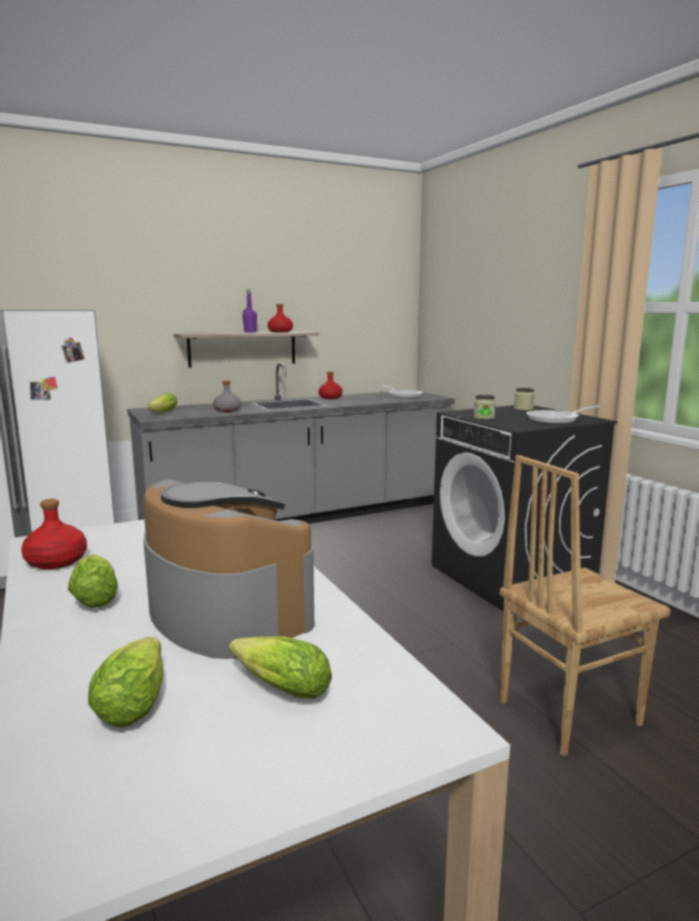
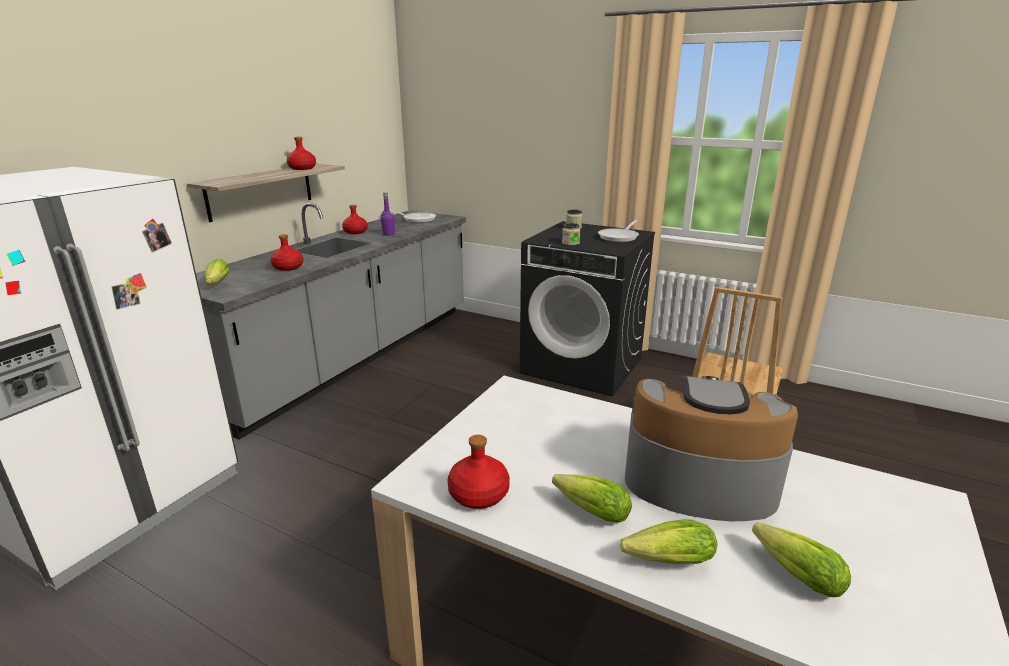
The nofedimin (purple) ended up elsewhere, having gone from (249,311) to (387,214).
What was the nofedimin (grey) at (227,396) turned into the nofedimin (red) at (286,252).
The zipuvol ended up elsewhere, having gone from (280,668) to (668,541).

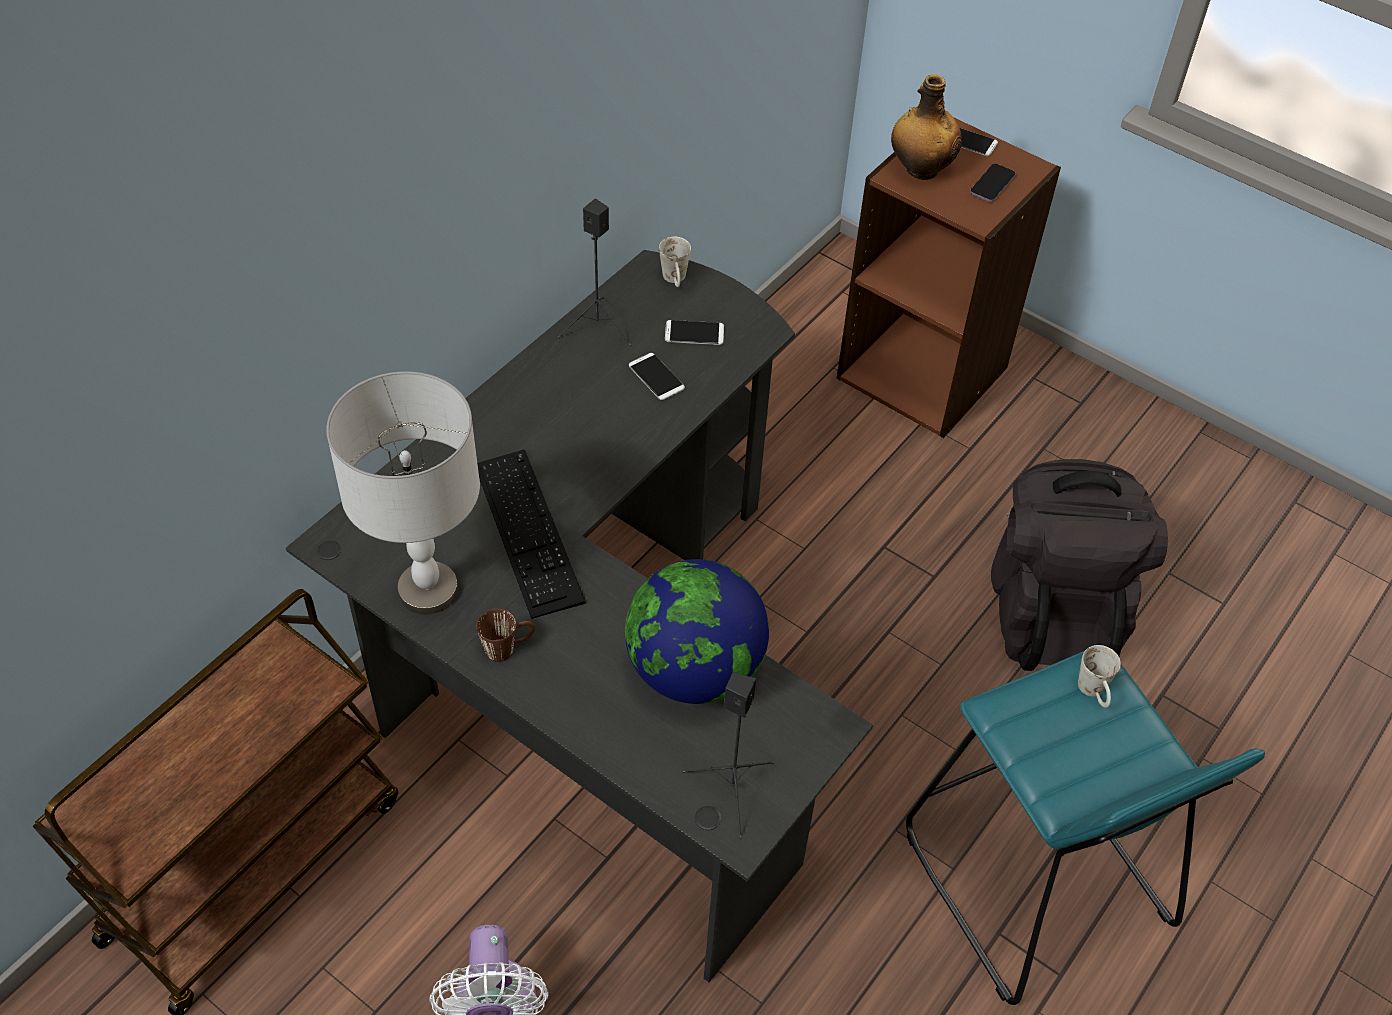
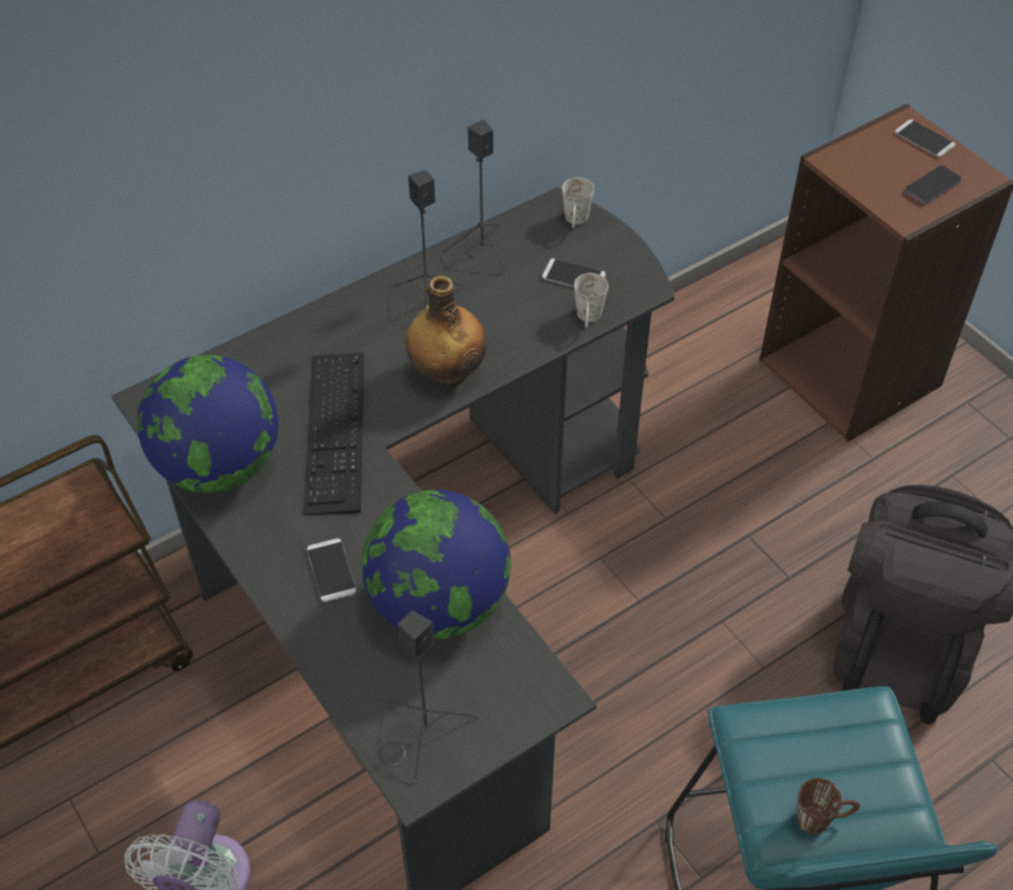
The nofedimin ended up elsewhere, having gone from (926,127) to (446,331).
The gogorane ended up elsewhere, having gone from (657,376) to (331,570).
Where the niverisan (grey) stood at (403,493), the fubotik came to stand at (207,424).
The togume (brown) ended up elsewhere, having gone from (505,635) to (828,806).
The togume (white) ended up elsewhere, having gone from (1099,676) to (591,300).
The second view gained the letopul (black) at (427,238).

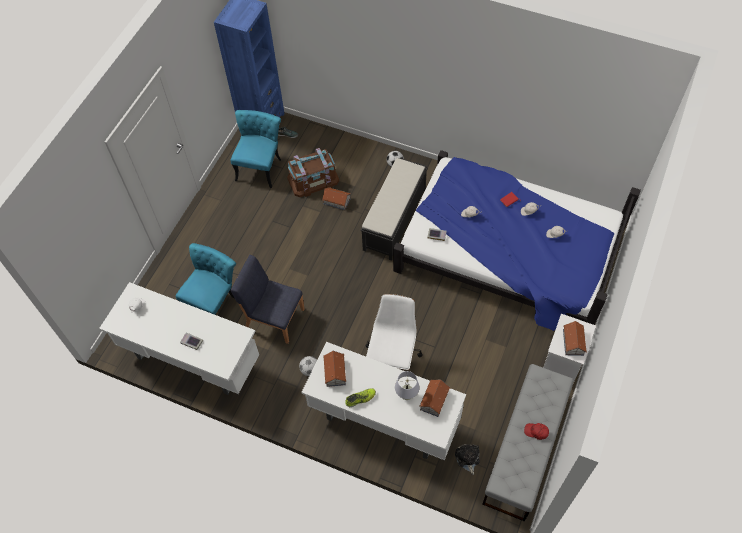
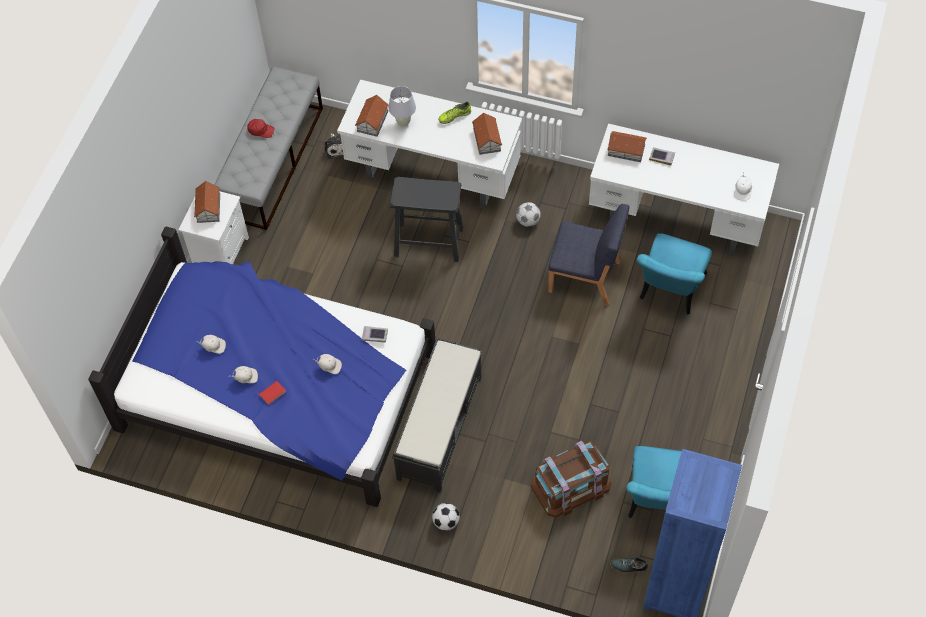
The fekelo ended up elsewhere, having gone from (336,198) to (627,146).
Where the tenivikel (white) stood at (394,332), the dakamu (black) came to stand at (426,219).

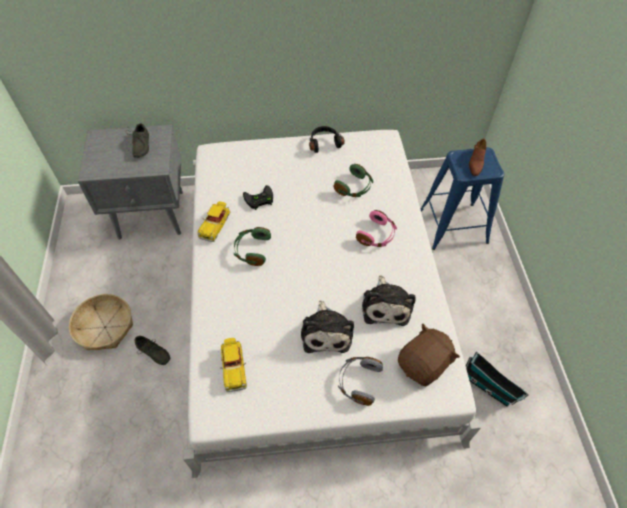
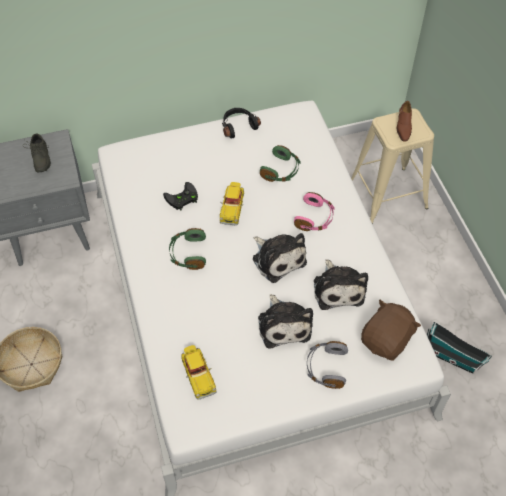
What was the dakamu (blue) at (462,198) turned into the dakamu (beige) at (392,166).
The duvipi ended up elsewhere, having gone from (213,221) to (232,203).
The second view lost the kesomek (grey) at (153,350).
The second view gained the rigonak at (280,258).

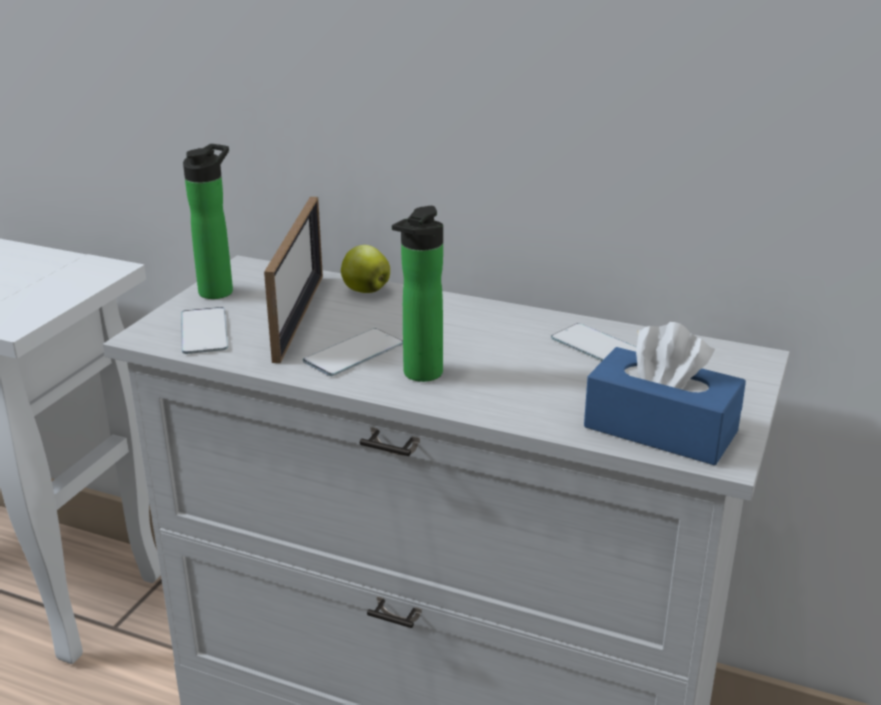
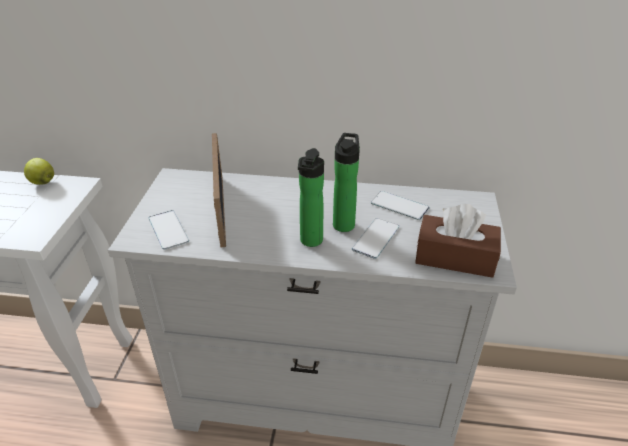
The nofedimin ended up elsewhere, having gone from (208,221) to (346,182).
The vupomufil ended up elsewhere, having gone from (365,269) to (39,171).
What was the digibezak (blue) at (665,393) turned into the digibezak (brown) at (458,241).
The gogorane ended up elsewhere, having gone from (353,352) to (375,238).

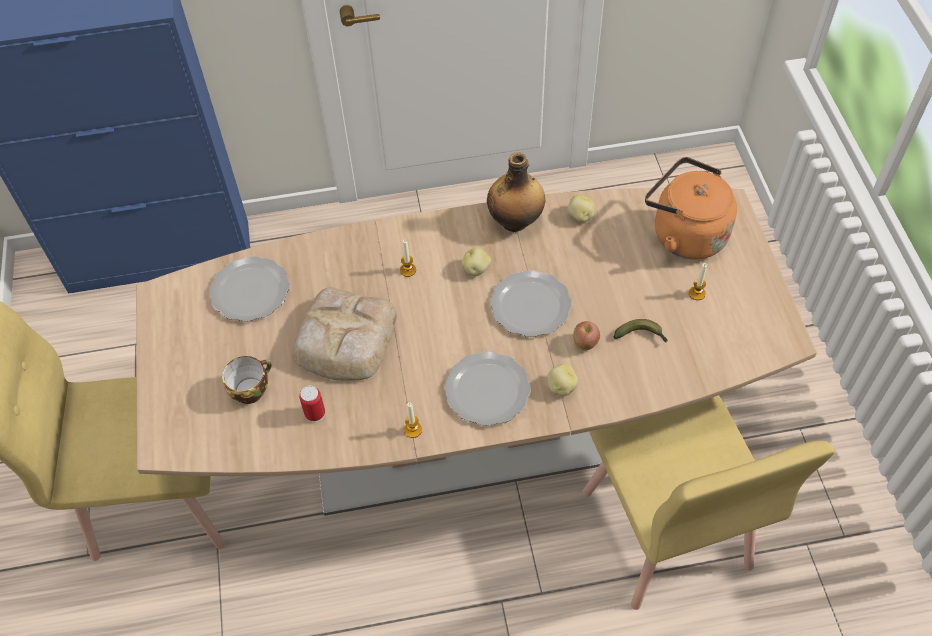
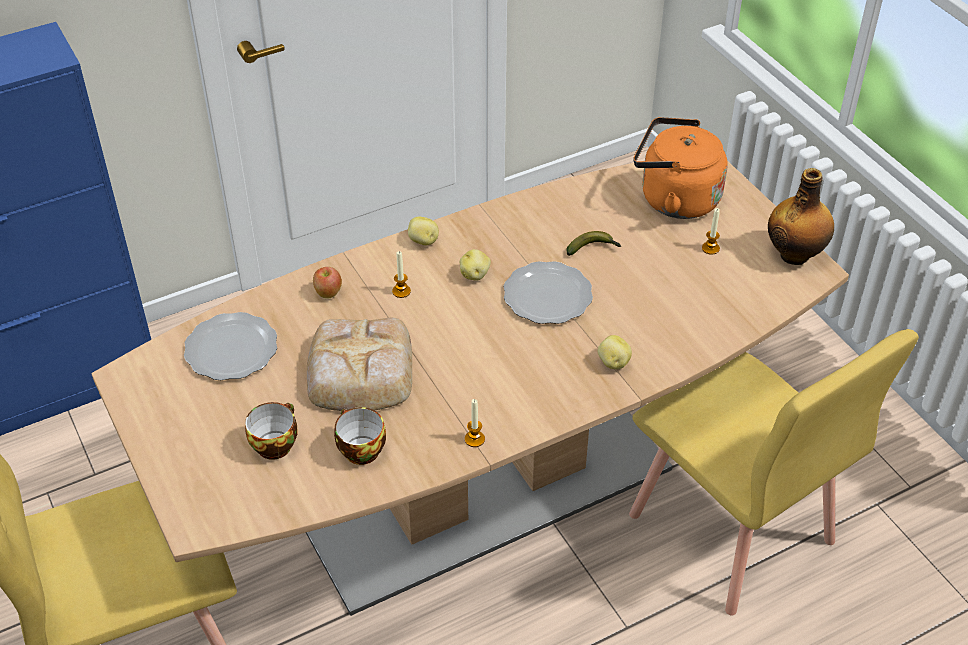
The nofedimin ended up elsewhere, having gone from (516,192) to (801,216).
The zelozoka ended up elsewhere, having gone from (581,208) to (423,230).
The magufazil ended up elsewhere, having gone from (640,330) to (594,243).
The vupomufil ended up elsewhere, having gone from (586,335) to (327,283).
The second view lost the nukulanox at (488,388).
Where the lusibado stood at (312,404), the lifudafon came to stand at (360,436).

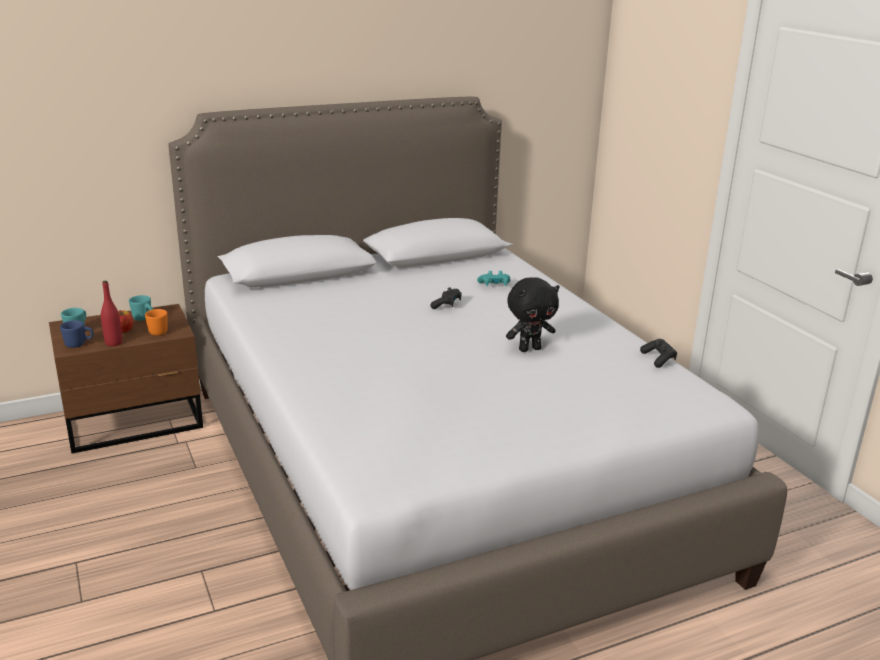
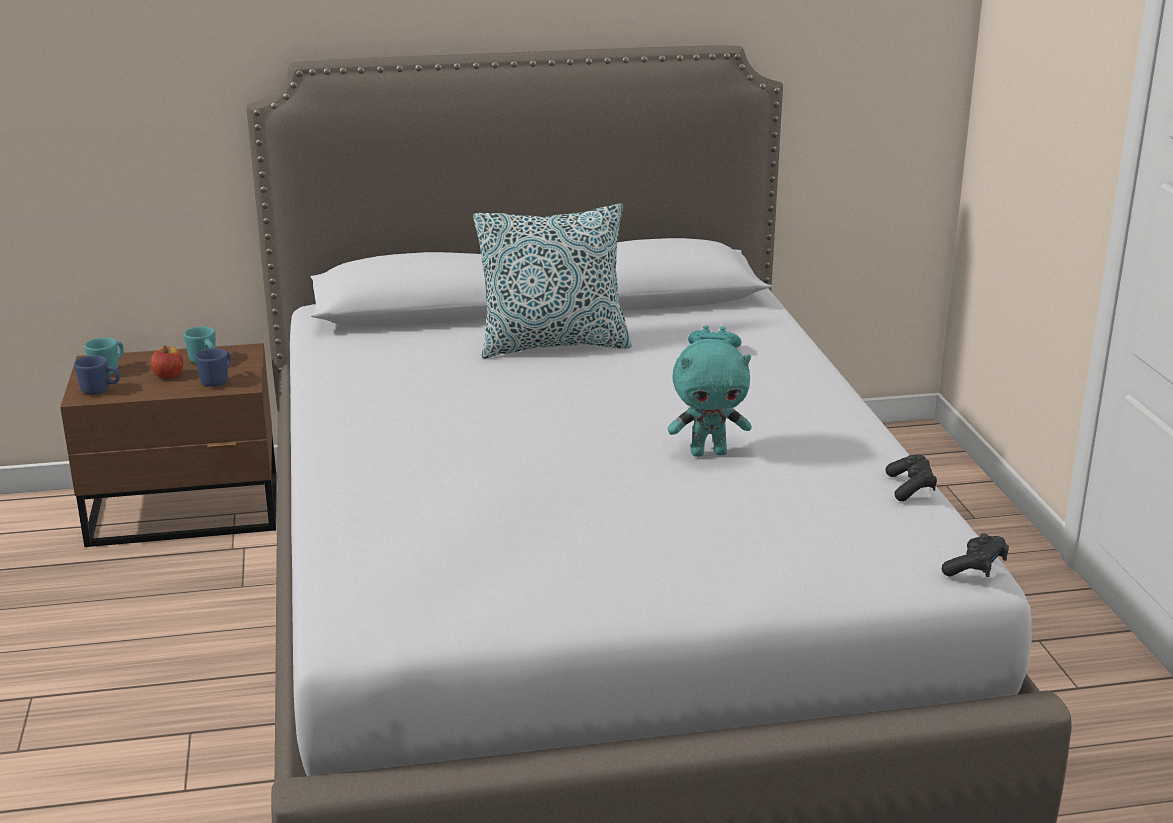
What was the rigonak (black) at (533,314) turned into the rigonak (turquoise) at (710,398).
The second view lost the nofedimin (red) at (111,313).
The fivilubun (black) ended up elsewhere, having gone from (446,298) to (975,555).
What was the togume (orange) at (156,322) turned into the togume (blue) at (213,367).
The second view gained the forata at (552,281).

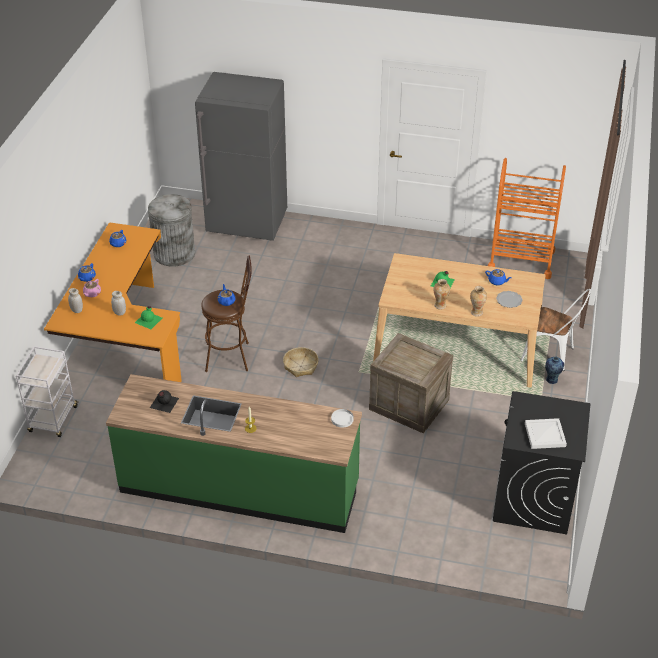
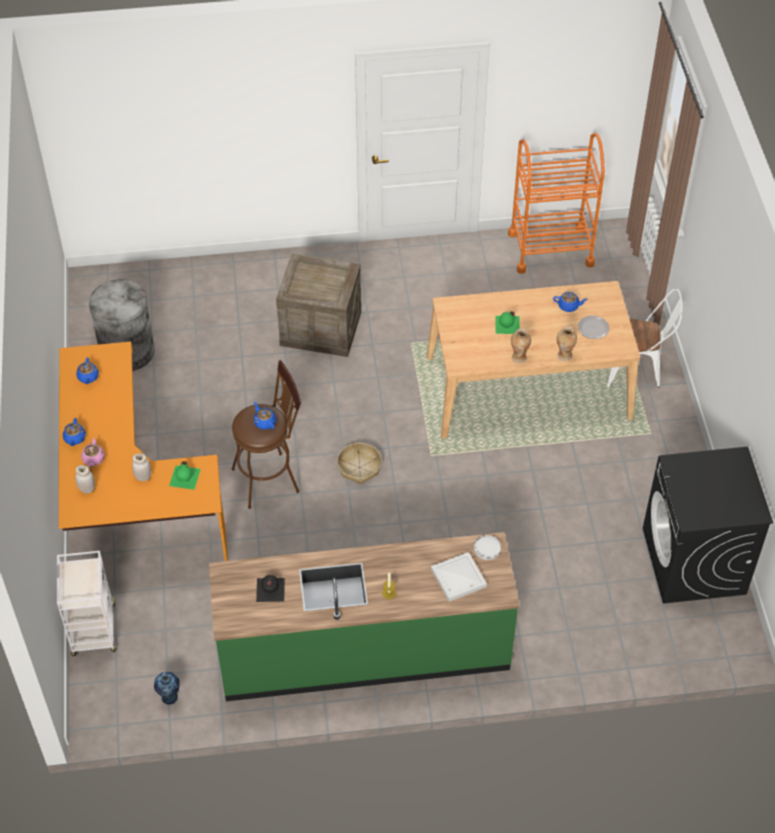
The second view lost the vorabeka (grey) at (241,156).
The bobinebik ended up elsewhere, having gone from (411,383) to (318,305).
The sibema ended up elsewhere, having gone from (554,370) to (167,688).
The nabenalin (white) ended up elsewhere, having gone from (546,433) to (459,577).

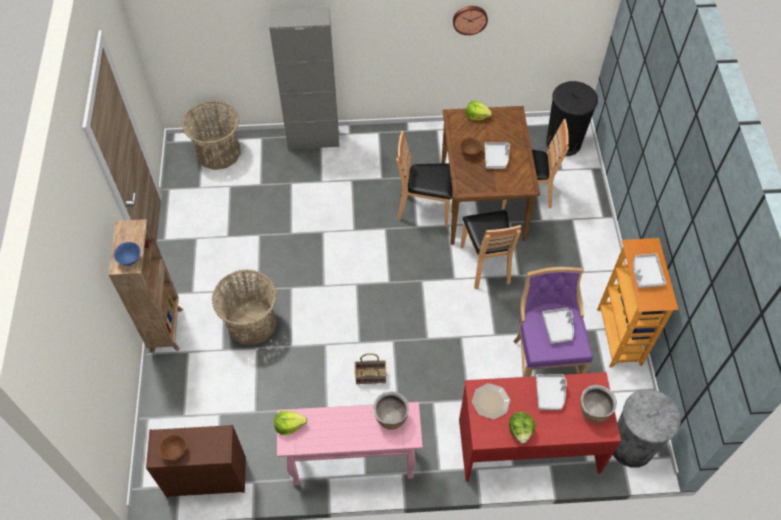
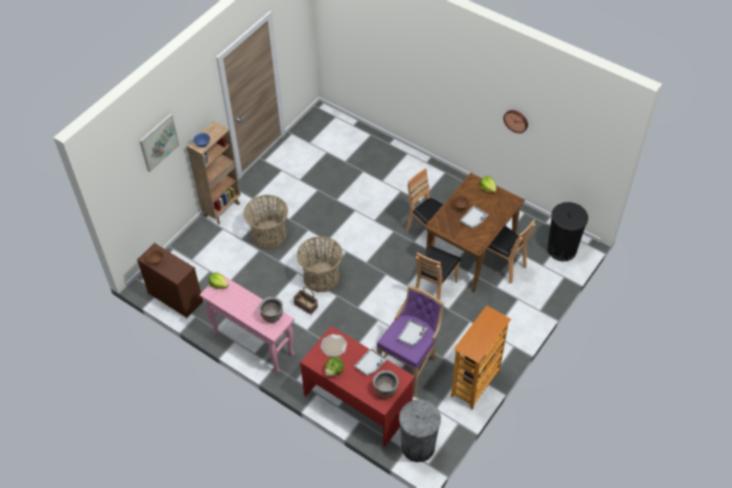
The second view lost the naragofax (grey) at (304,78).
The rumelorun ended up elsewhere, having gone from (211,135) to (320,264).
The second view lost the nabenalin (grey) at (649,270).
The second view gained the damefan at (159,142).

